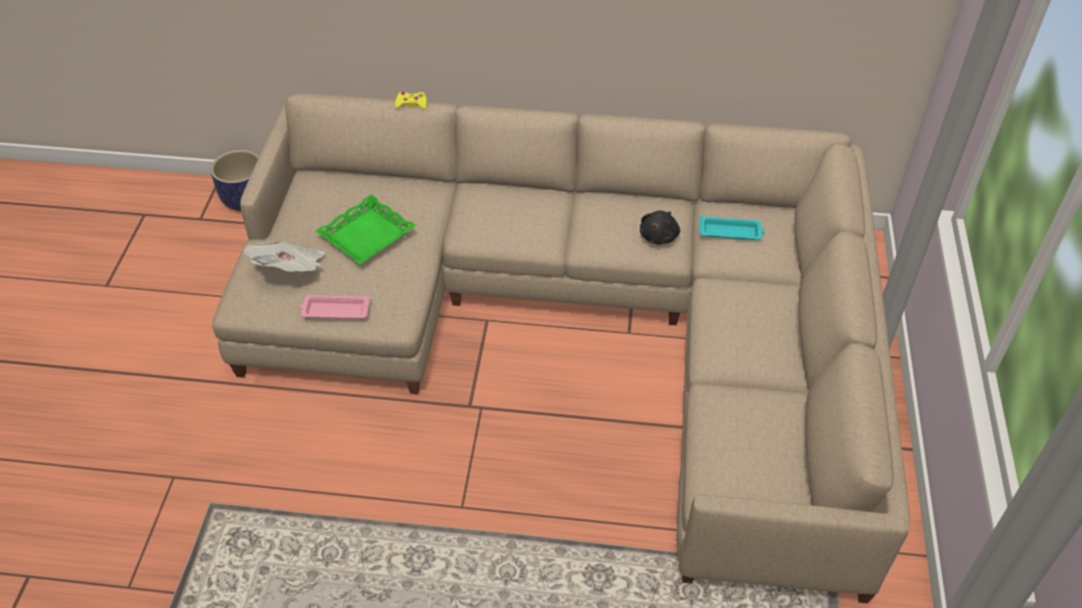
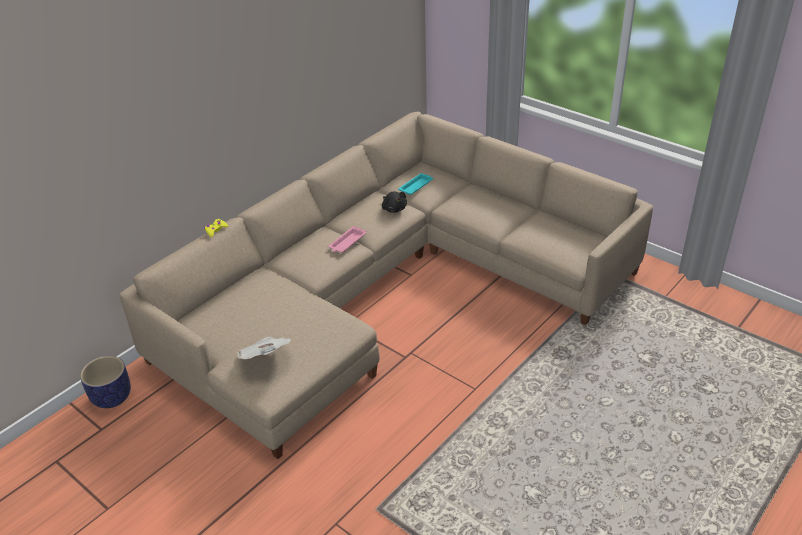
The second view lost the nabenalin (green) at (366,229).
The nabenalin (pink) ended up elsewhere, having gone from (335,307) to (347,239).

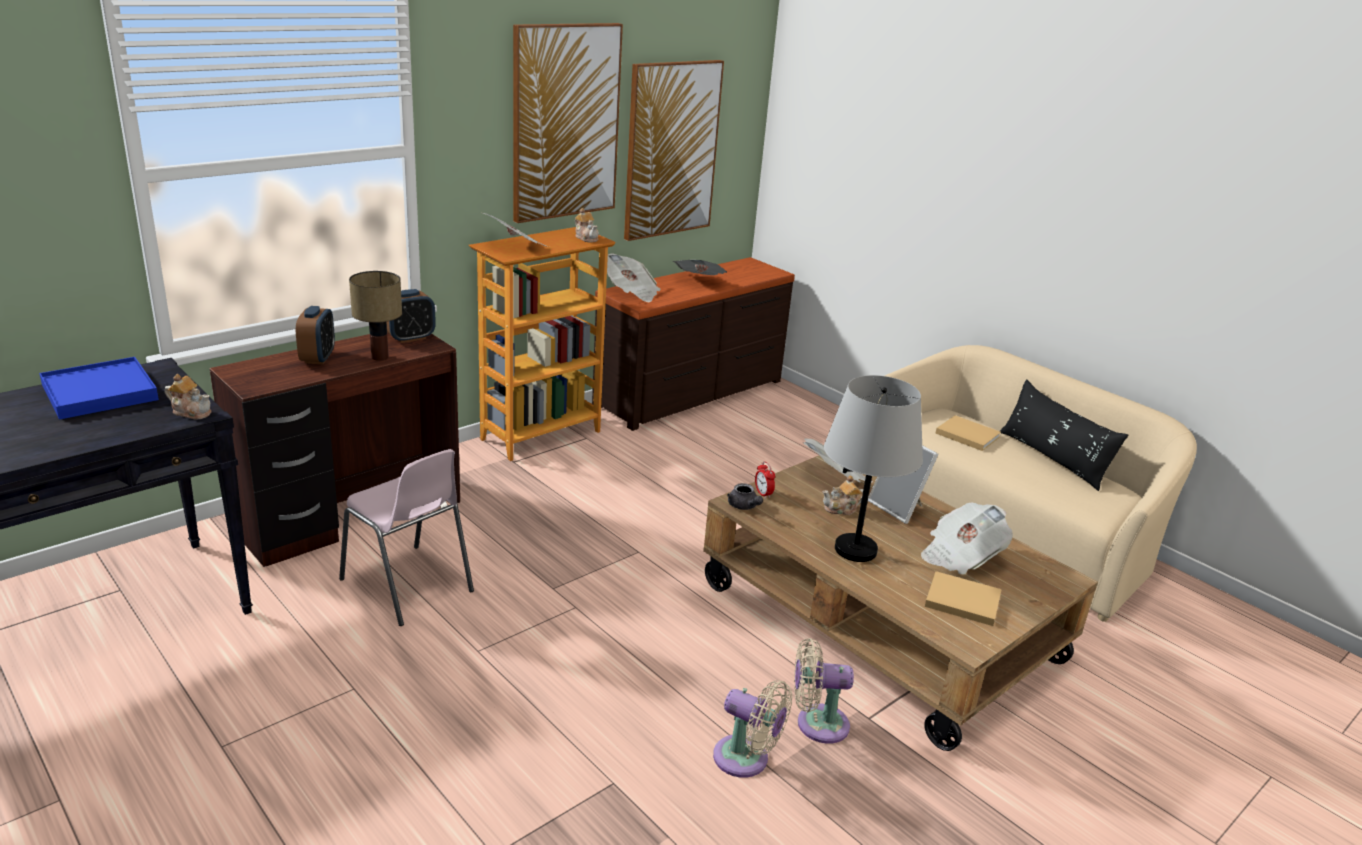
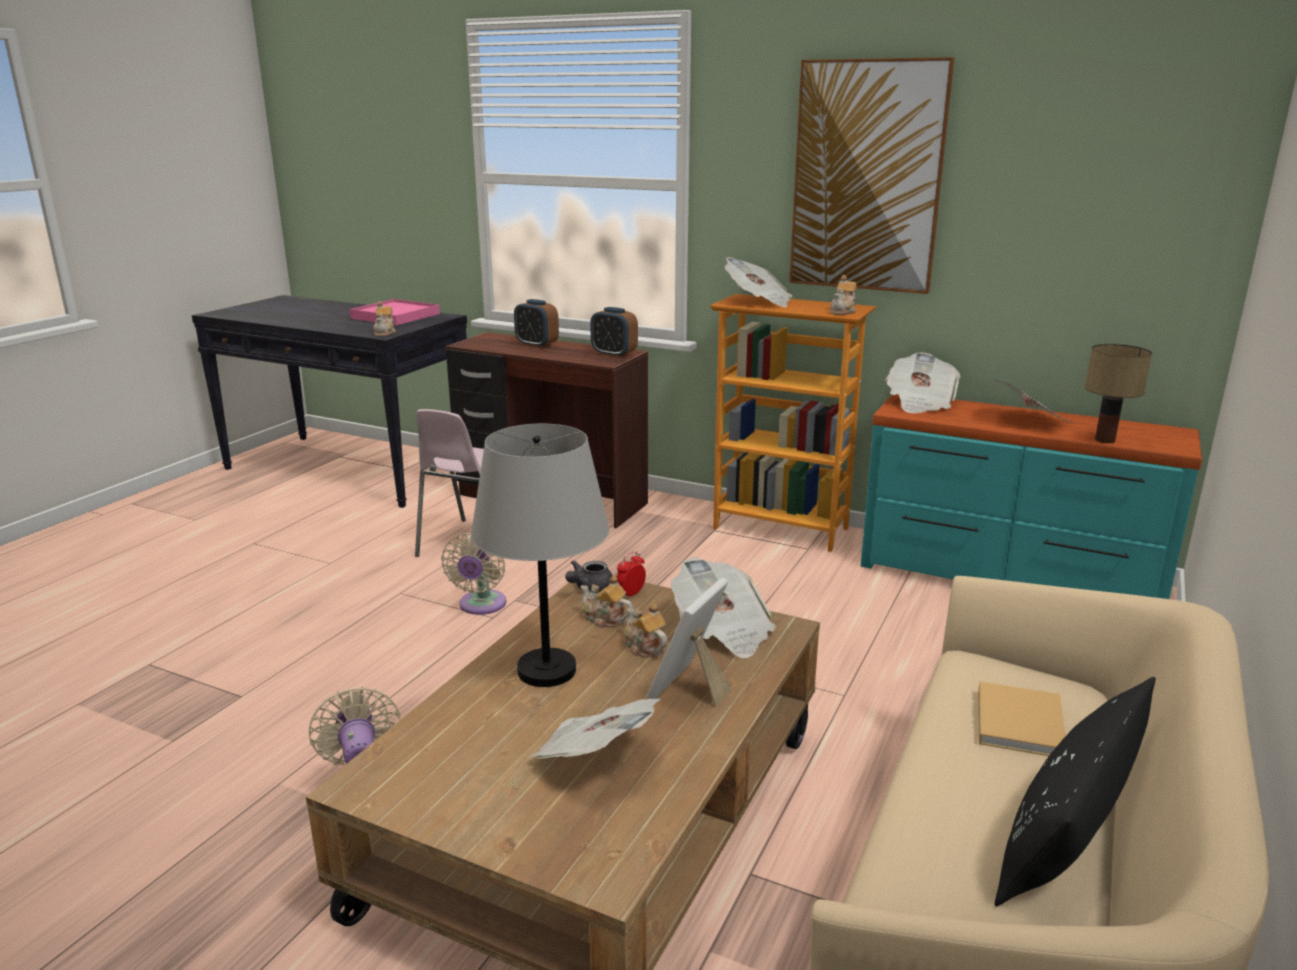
The second view lost the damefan at (674,150).
What was the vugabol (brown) at (693,344) turned into the vugabol (turquoise) at (1031,496).
The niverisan ended up elsewhere, having gone from (375,316) to (1118,393).
The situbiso at (315,335) ended up facing another way, 60 degrees clockwise from before.
What was the nabenalin (blue) at (99,388) turned into the nabenalin (pink) at (394,312).
The second view lost the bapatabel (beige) at (963,598).
The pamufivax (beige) ended up elsewhere, having gone from (753,729) to (473,574).
The second view gained the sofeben at (606,601).

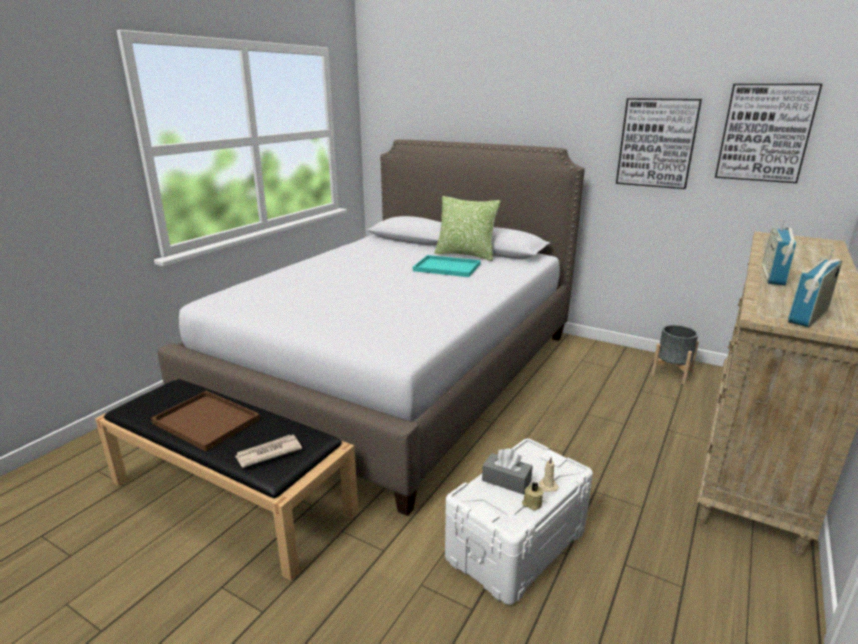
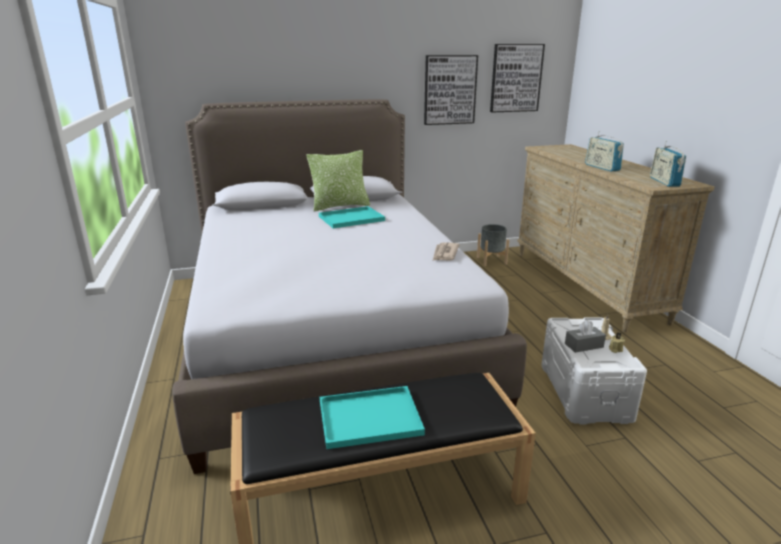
What was the nabenalin (brown) at (205,421) turned into the nabenalin (turquoise) at (372,417).
The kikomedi ended up elsewhere, having gone from (268,451) to (446,251).

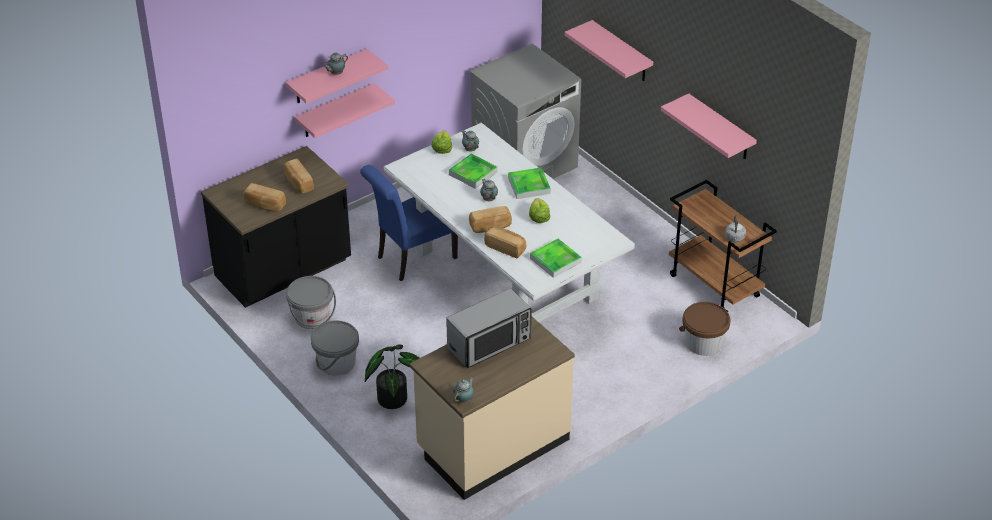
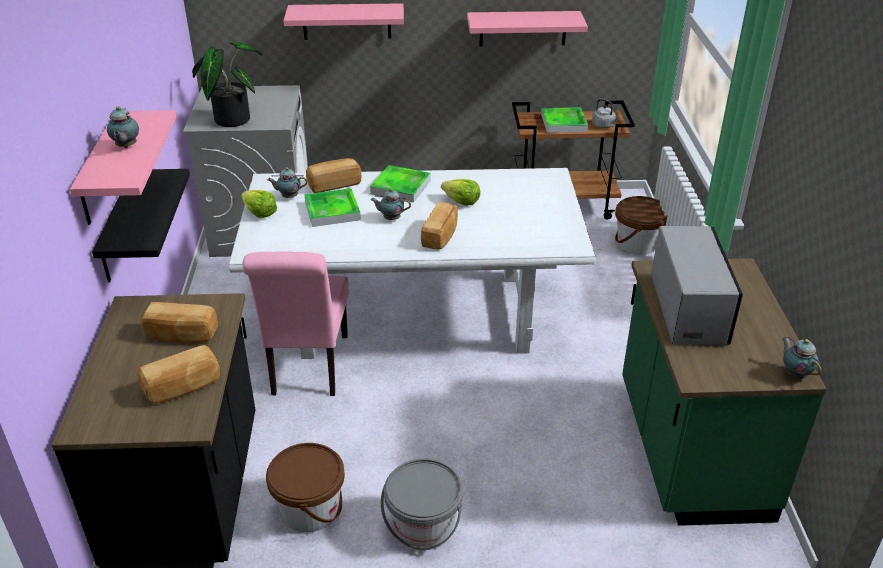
What was the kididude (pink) at (344,110) turned into the kididude (black) at (141,225).
What was the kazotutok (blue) at (409,223) turned into the kazotutok (pink) at (295,323).
The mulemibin ended up elsewhere, having gone from (505,242) to (334,175).
The nabenalin ended up elsewhere, having gone from (556,258) to (564,120).
What was the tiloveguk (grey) at (311,302) turned into the tiloveguk (brown) at (305,488).
What was the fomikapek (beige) at (492,408) turned into the fomikapek (green) at (724,392).
The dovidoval ended up elsewhere, having gone from (392,376) to (227,84).

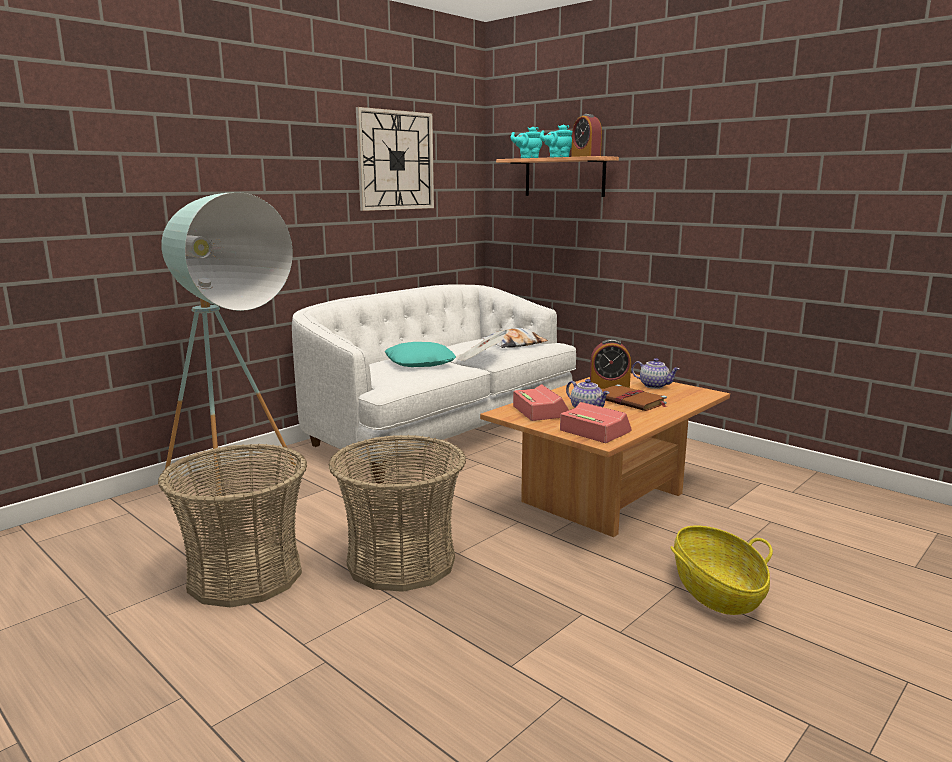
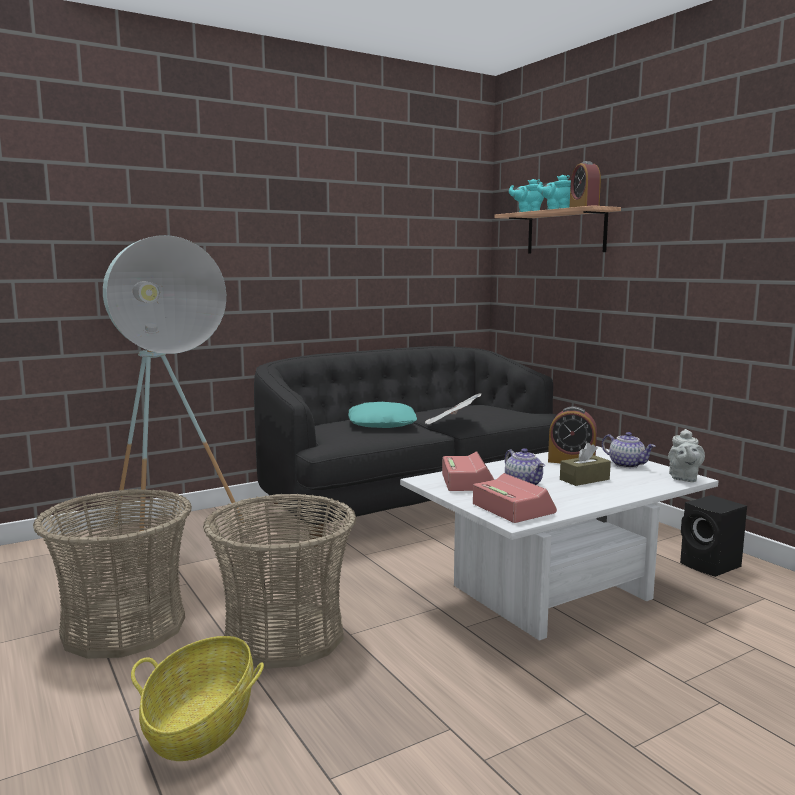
The second view lost the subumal at (395,159).
What was the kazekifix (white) at (434,384) turned into the kazekifix (black) at (405,446).
The second view lost the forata at (514,338).
What was the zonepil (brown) at (605,455) turned into the zonepil (white) at (559,543).
Where the bapatabel (brown) stood at (634,397), the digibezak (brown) came to stand at (585,464).
The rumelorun ended up elsewhere, having gone from (721,570) to (197,698).
The second view gained the sofeben (grey) at (686,455).
The second view gained the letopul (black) at (713,536).

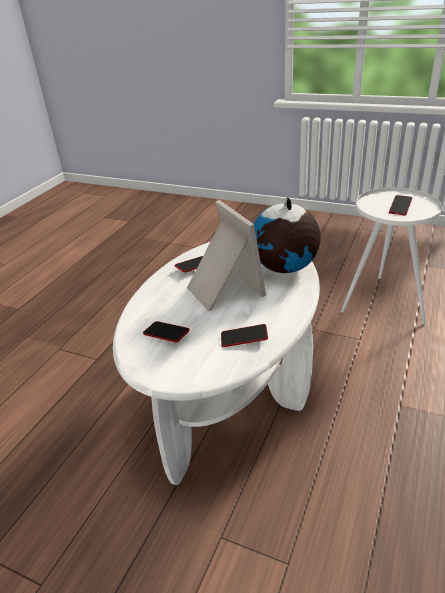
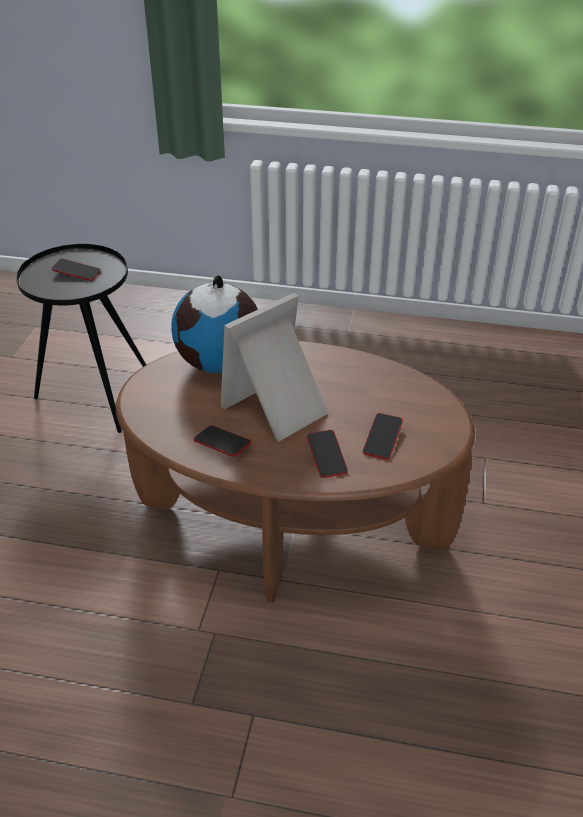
What was the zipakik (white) at (391,256) turned into the zipakik (black) at (81,338).
What was the zonepil (white) at (216,363) turned into the zonepil (brown) at (295,472).
The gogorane ended up elsewhere, having gone from (244,335) to (327,454).

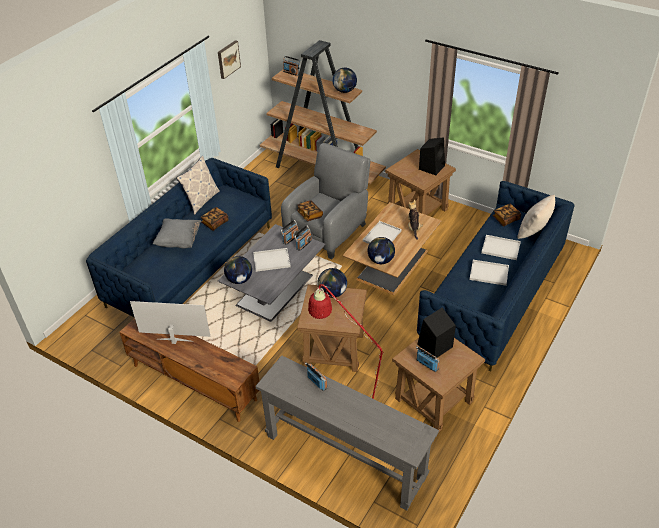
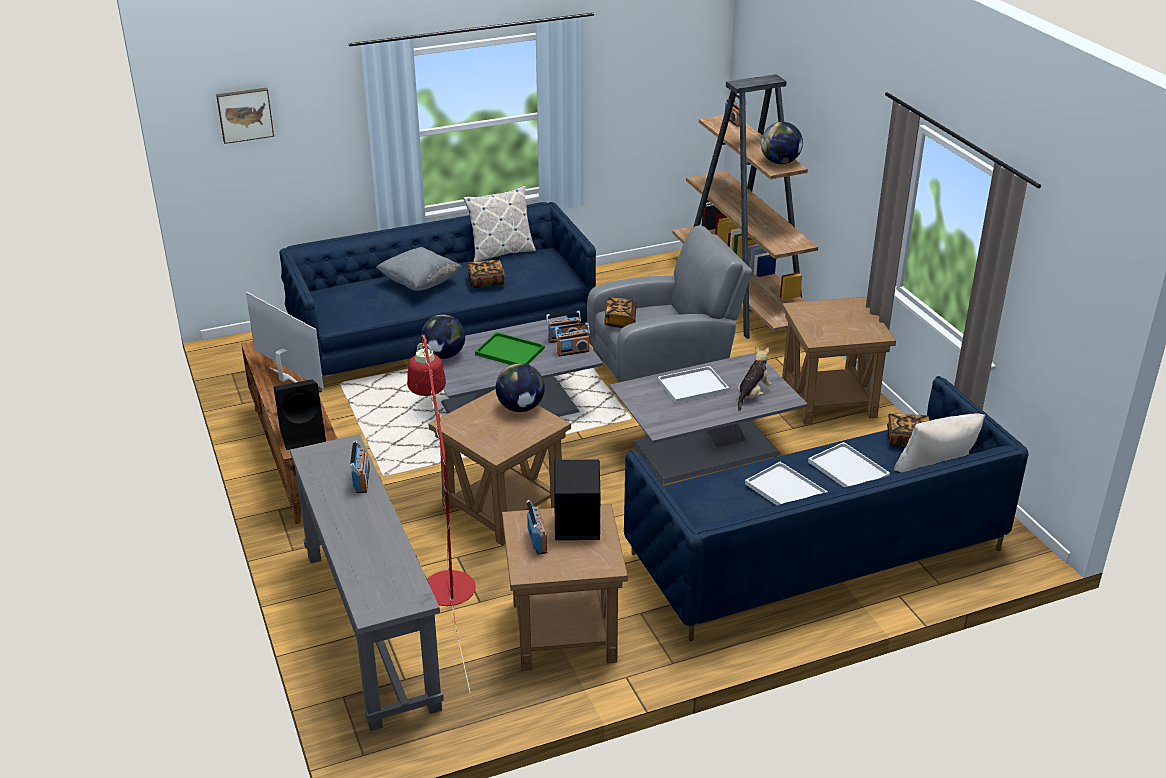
The damefan ended up elsewhere, having gone from (229,59) to (245,116).
The letopul (black) ended up elsewhere, having gone from (432,156) to (300,415).
What was the zonepil (brown) at (392,248) turned into the zonepil (grey) at (708,418).
The second view lost the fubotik at (381,250).
What was the nabenalin (white) at (272,260) turned into the nabenalin (green) at (510,348).

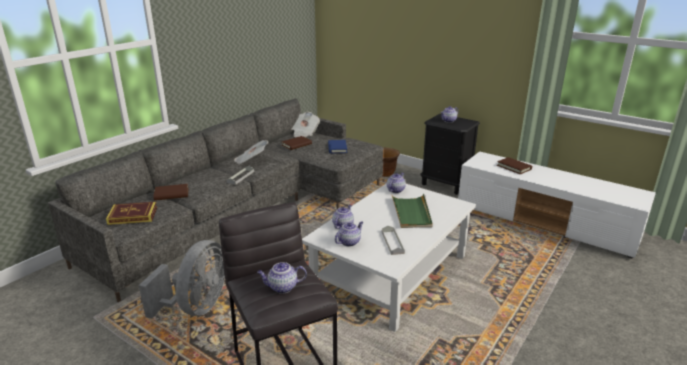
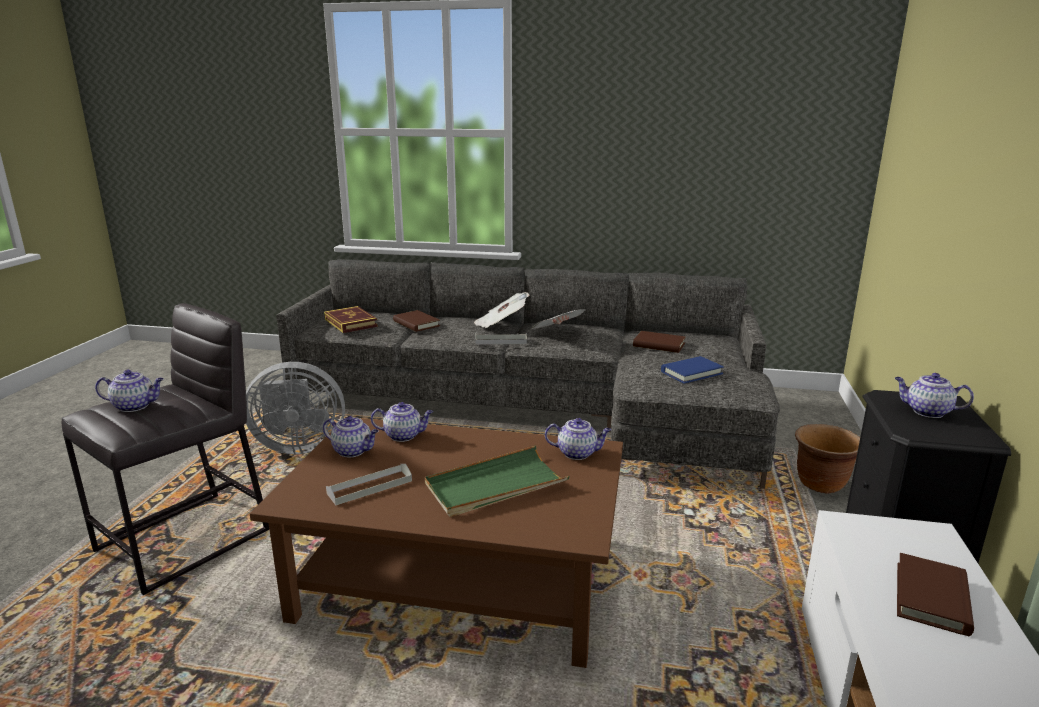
The kikomedi ended up elsewhere, having gone from (305,125) to (502,310).
What was the zonepil (white) at (389,257) turned into the zonepil (brown) at (436,542).
The sofeben at (282,278) ended up facing another way, 120 degrees clockwise from before.

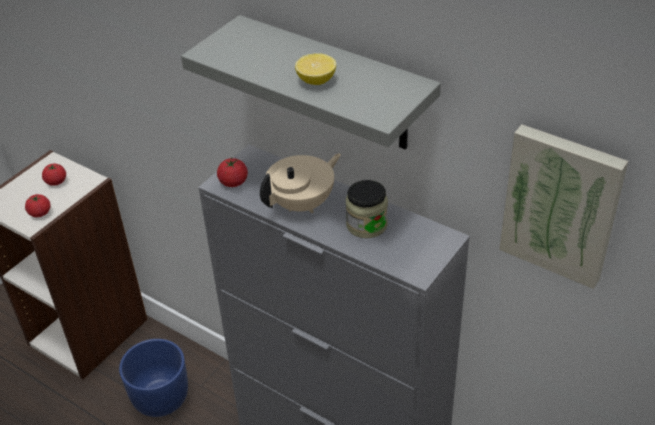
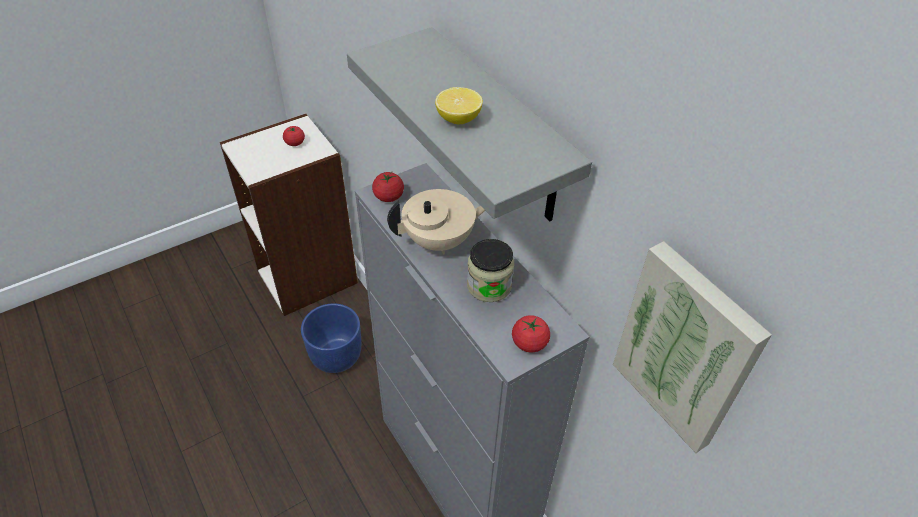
The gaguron ended up elsewhere, having gone from (37,205) to (531,334).

